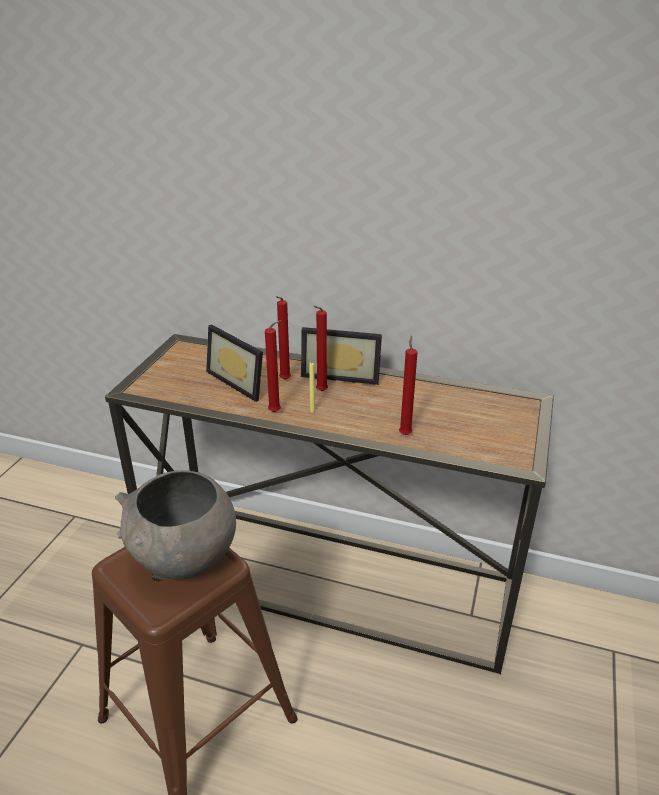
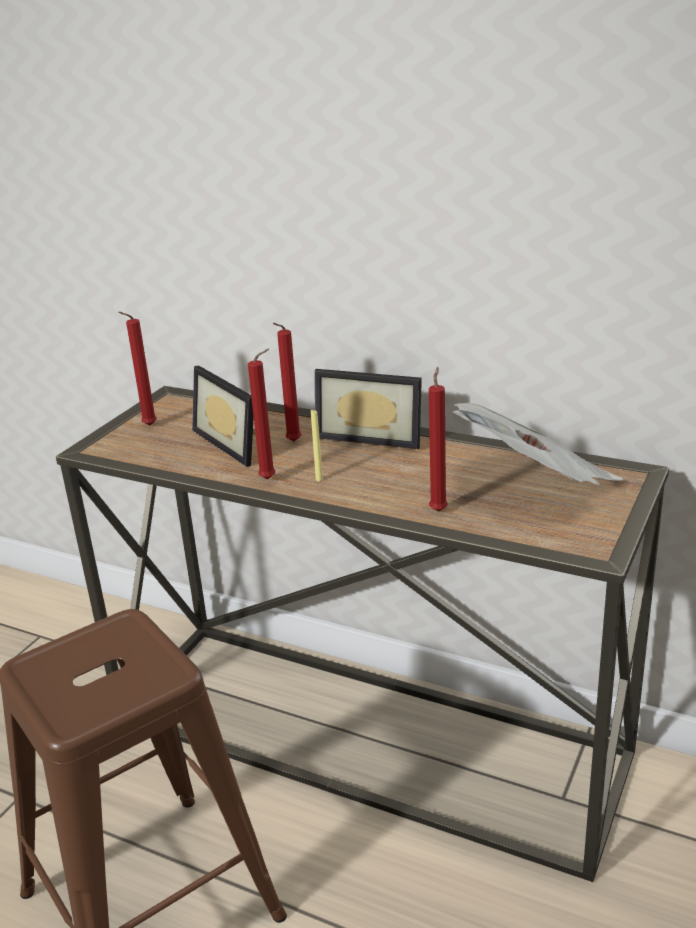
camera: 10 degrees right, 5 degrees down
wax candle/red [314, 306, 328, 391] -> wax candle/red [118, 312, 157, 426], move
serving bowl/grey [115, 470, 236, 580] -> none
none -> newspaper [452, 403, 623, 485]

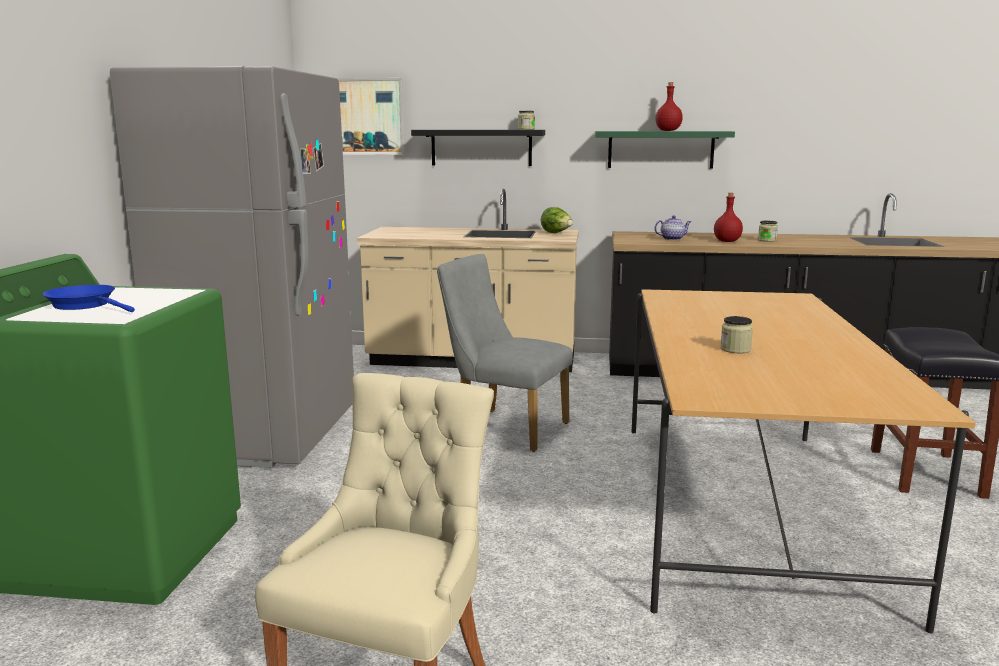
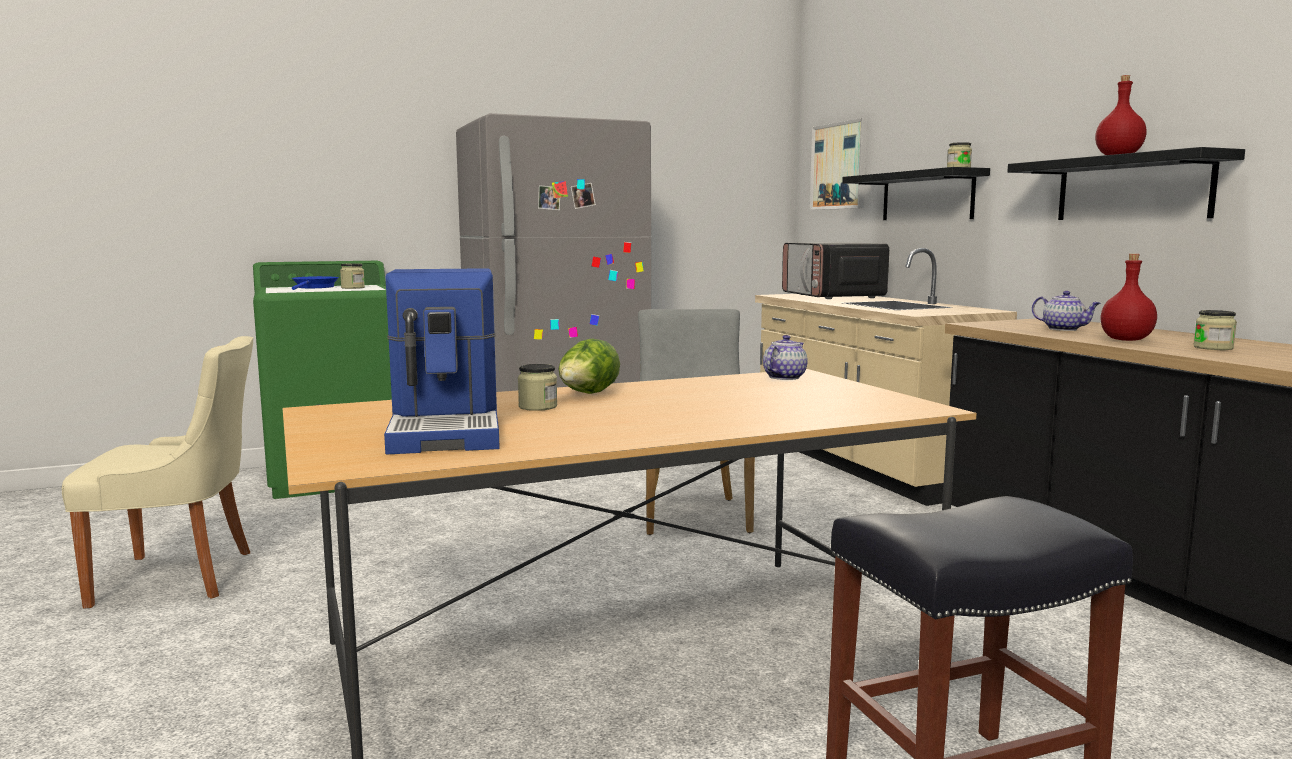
camera: 60 degrees right, 5 degrees down
shelf/greenish [595, 131, 735, 169] -> shelf/black-coloured [1007, 147, 1245, 220]
lettuce [541, 207, 573, 233] -> lettuce [558, 339, 620, 394], move
none -> microwave [782, 242, 889, 299]
none -> jar [340, 263, 365, 289]
none -> coffee maker [384, 268, 500, 454]
none -> teapot [763, 335, 808, 380]

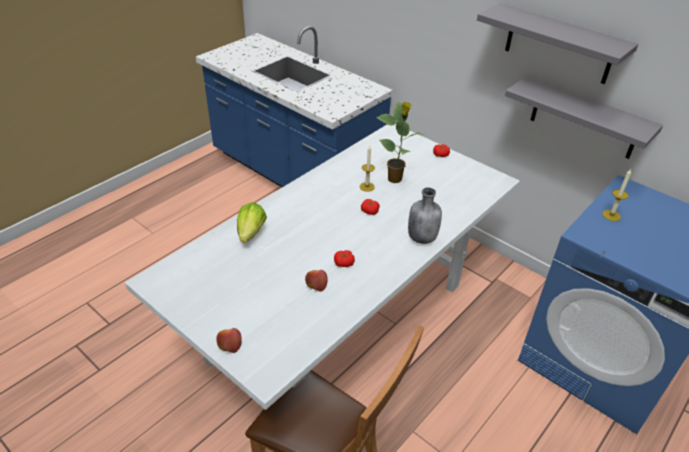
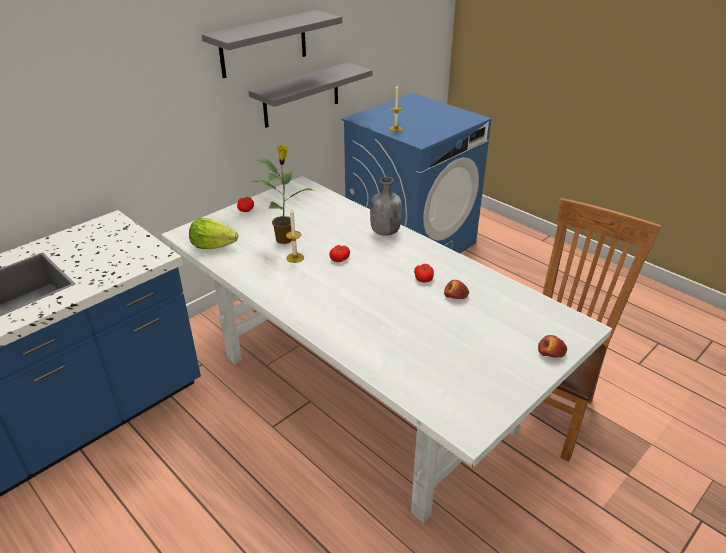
camera: 85 degrees left, 5 degrees down
lettuce [237, 202, 267, 243] -> lettuce [189, 218, 238, 249], move

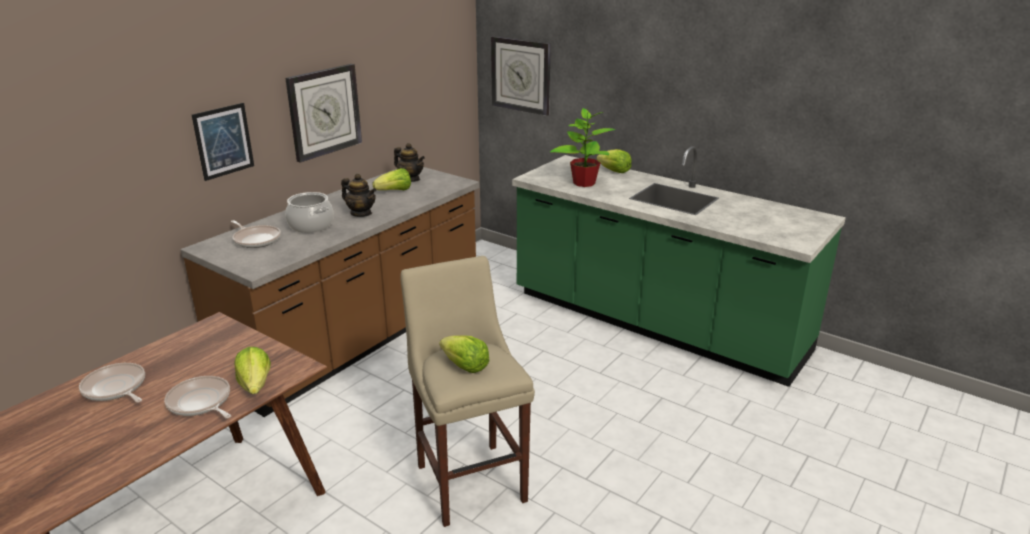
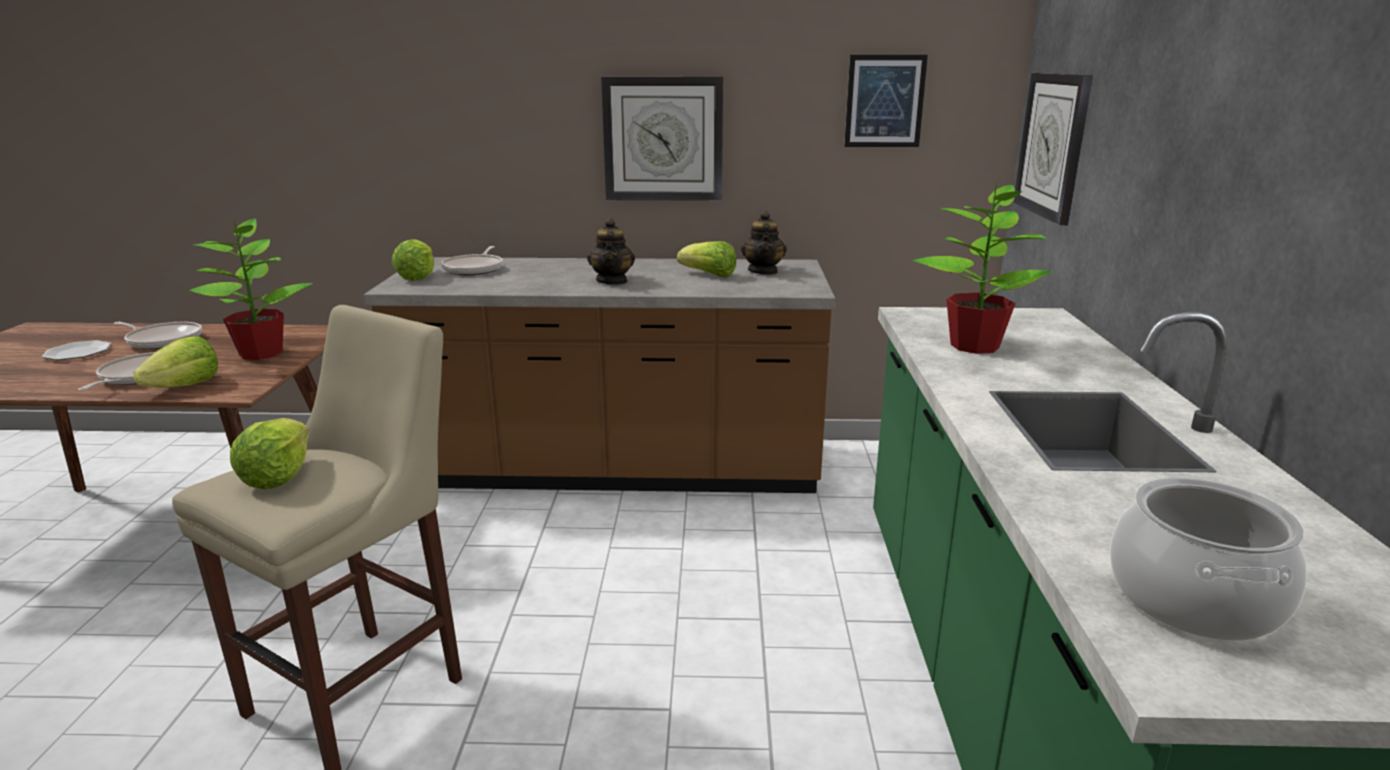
camera: 55 degrees right, 5 degrees down
picture [192, 103, 254, 181] -> picture [844, 55, 928, 147], move
lettuce [597, 149, 632, 173] -> lettuce [392, 239, 434, 281], move
saucepot [285, 192, 334, 233] -> saucepot [1110, 476, 1307, 641], move
pan [79, 363, 145, 403] -> pan [114, 322, 202, 349], 105 degrees clockwise
none -> plant in a pot [189, 214, 313, 360]
none -> dinner plate [42, 340, 111, 360]

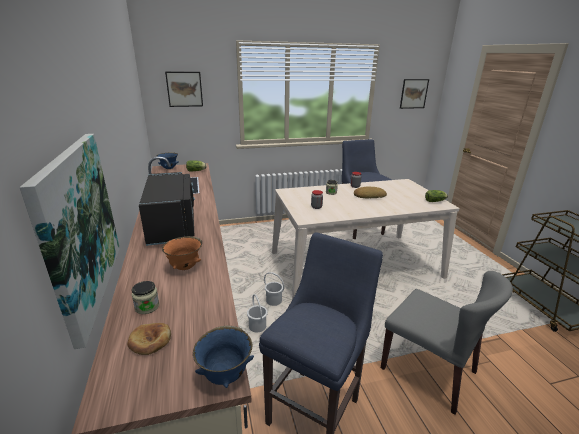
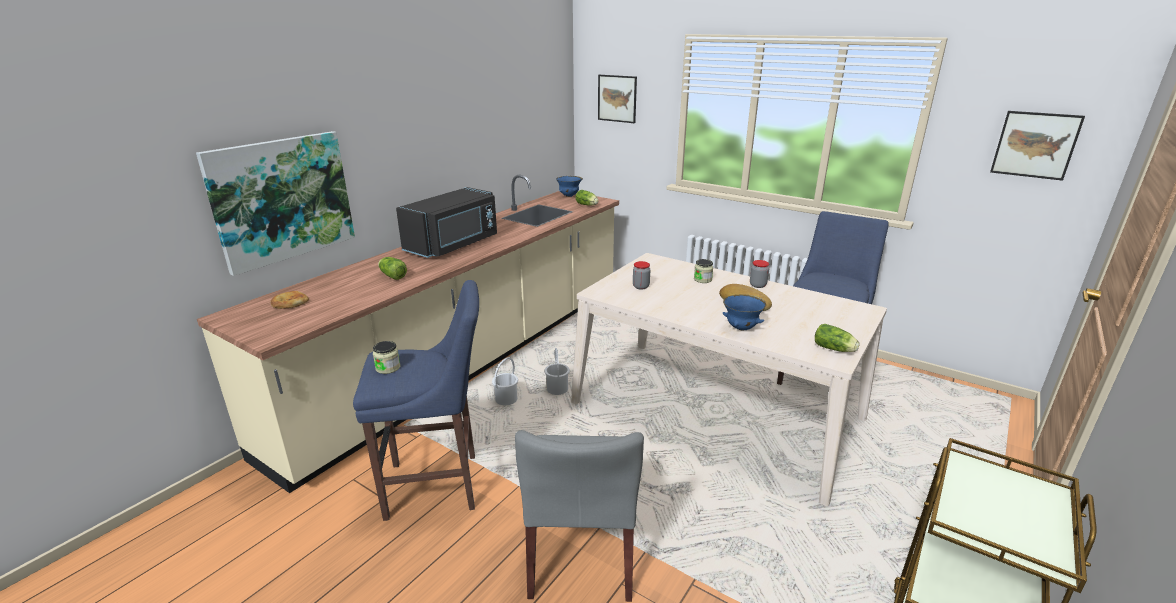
camera: 50 degrees right, 0 degrees up
serving bowl/orangey [162, 236, 202, 270] -> lettuce [378, 257, 407, 280]
jar [132, 281, 159, 314] -> jar [373, 341, 400, 374], move
serving bowl/blue [193, 326, 254, 388] -> serving bowl/blue [723, 294, 766, 330], move

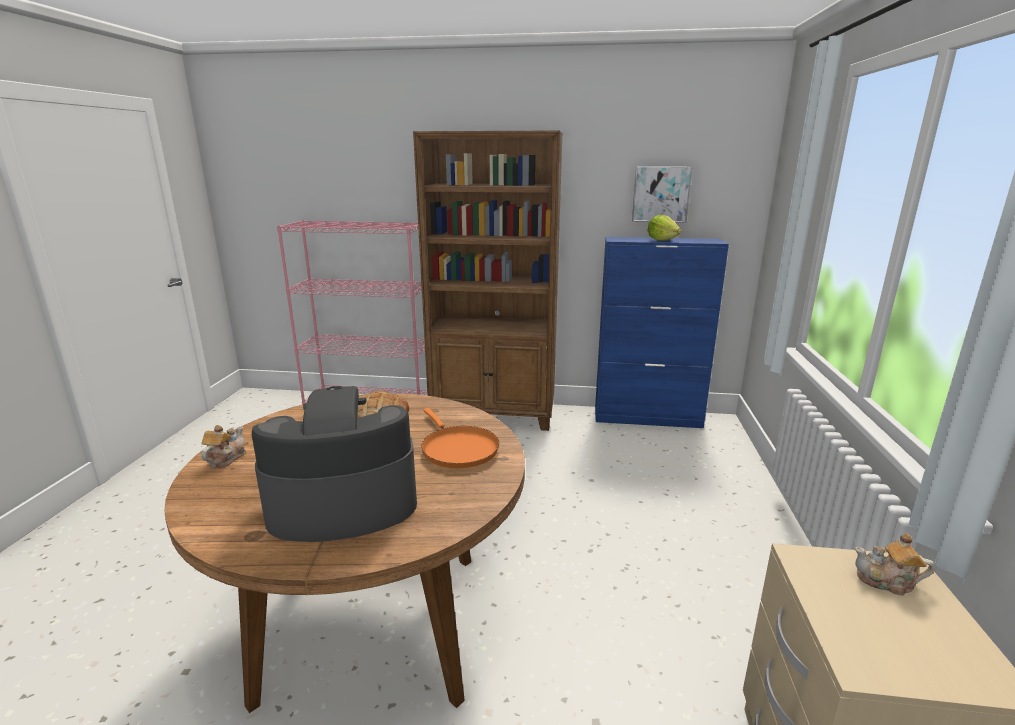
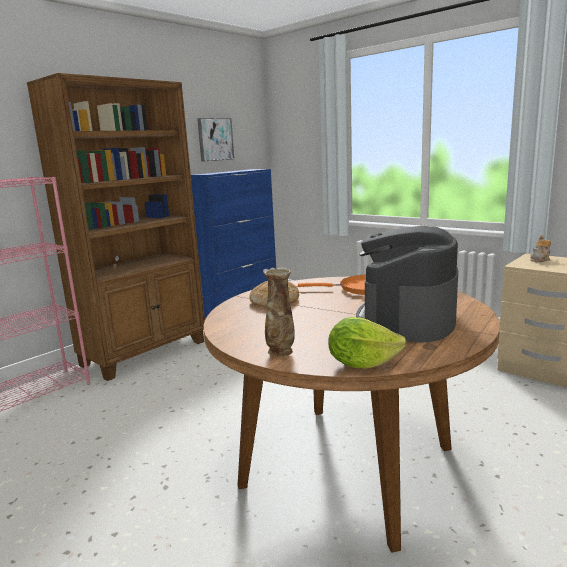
camera: 55 degrees left, 5 degrees down
lettuce [647, 215, 681, 241] -> lettuce [328, 317, 407, 369], move
teapot [201, 425, 246, 468] -> vase [263, 267, 295, 357]

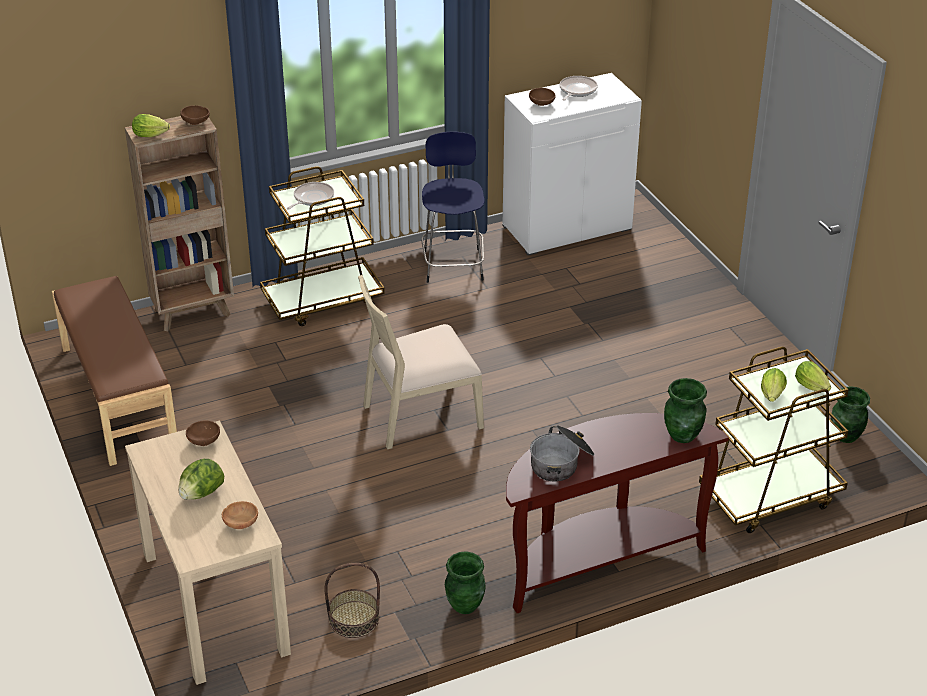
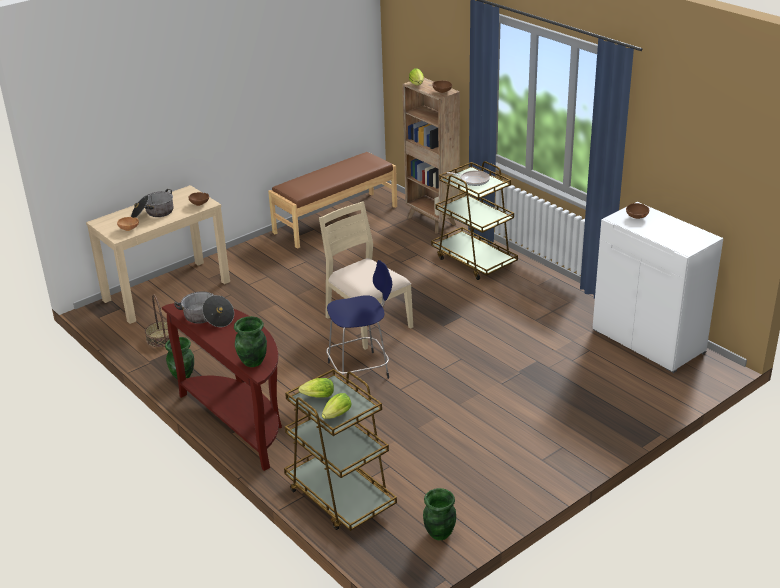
camera: 75 degrees right, 5 degrees down
pan [559, 76, 598, 101] -> none
sitting stool/blue [421, 132, 485, 283] -> sitting stool/blue [326, 260, 392, 381], move
lettuce [178, 459, 224, 500] -> saucepot [131, 189, 174, 218]

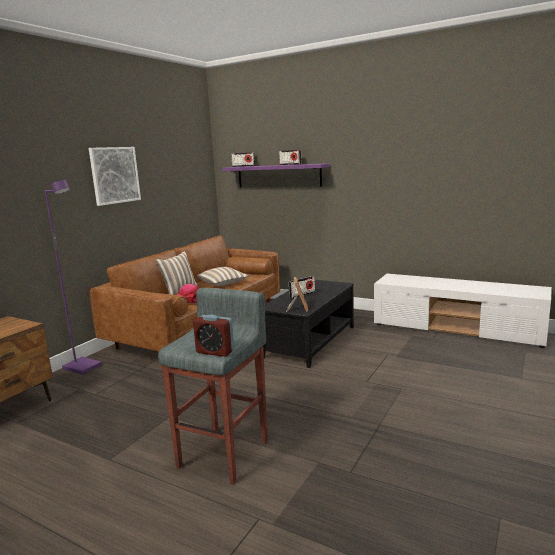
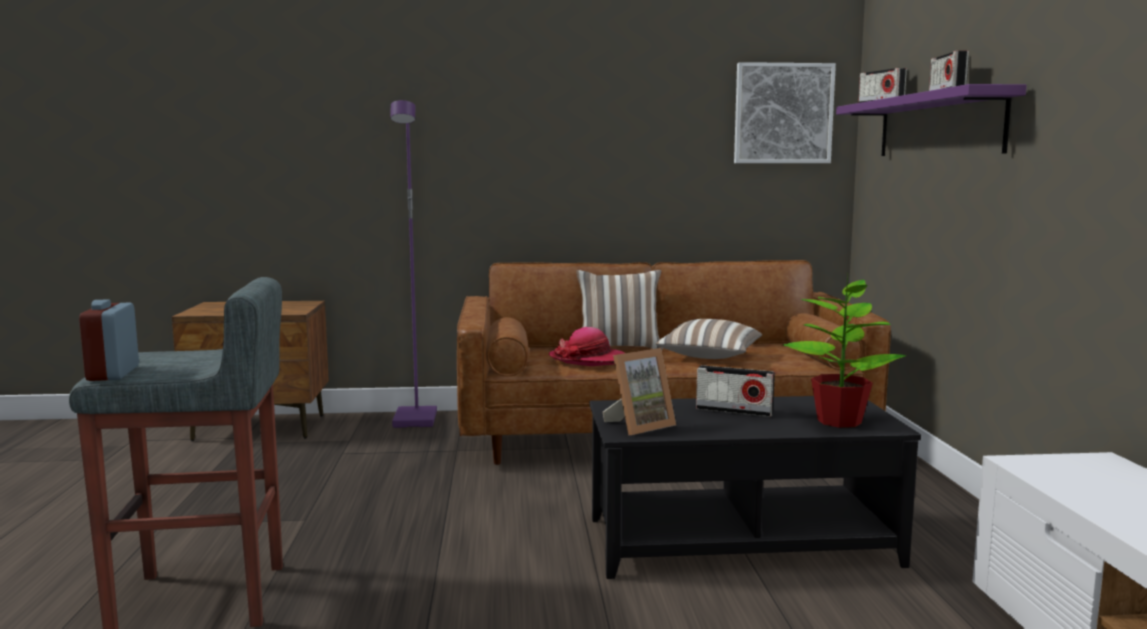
camera: 55 degrees right, 5 degrees down
picture [89, 147, 141, 206] -> picture [734, 62, 836, 163], move
none -> plant in a pot [783, 273, 906, 428]

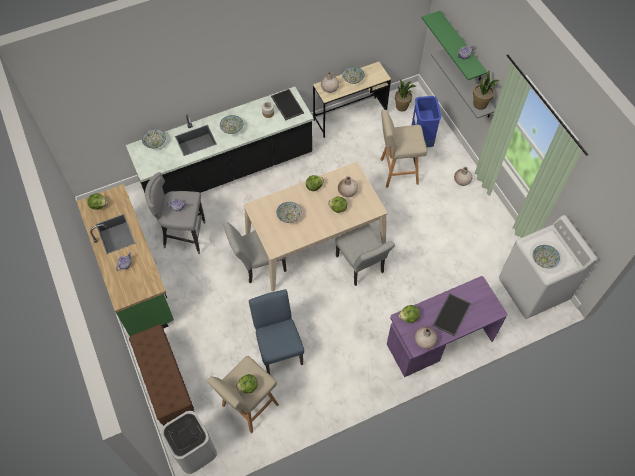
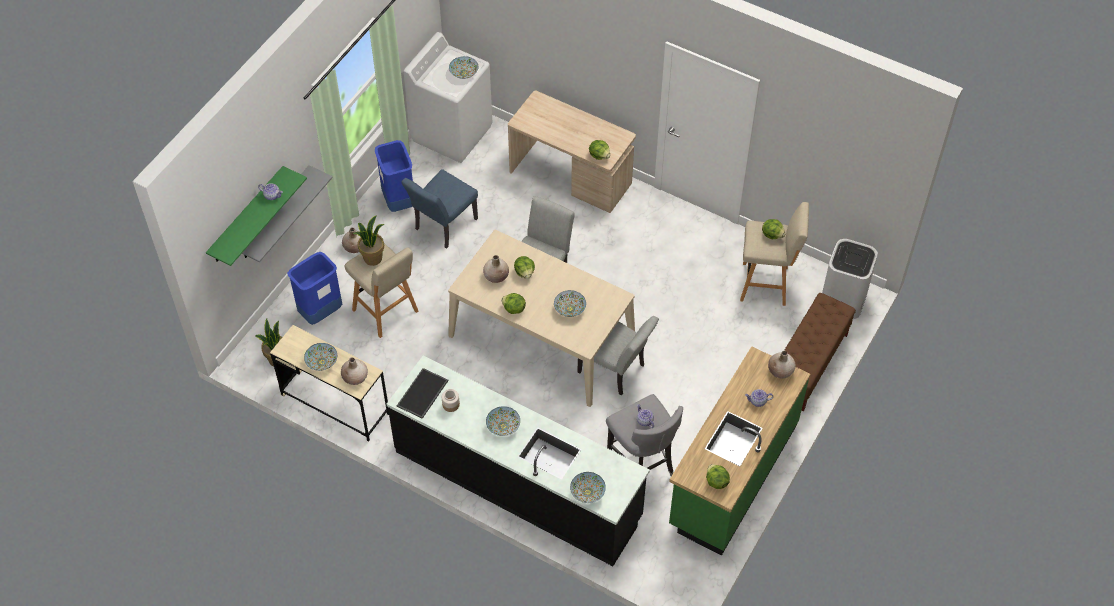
camera: 125 degrees left, 5 degrees down
plant in a pot [473, 70, 500, 110] -> plant in a pot [353, 215, 385, 266], move
desk unit/purple [387, 276, 508, 377] -> desk unit/sand-coloured [508, 90, 636, 213]
upright chair/blue [249, 289, 304, 374] -> upright chair/blue [401, 169, 478, 248], move
carrying tray [432, 293, 471, 336] -> none
vase/sand-coloured [415, 327, 437, 349] -> vase/sand-coloured [768, 351, 796, 378], move
none -> trash can/blue [375, 140, 413, 212]

